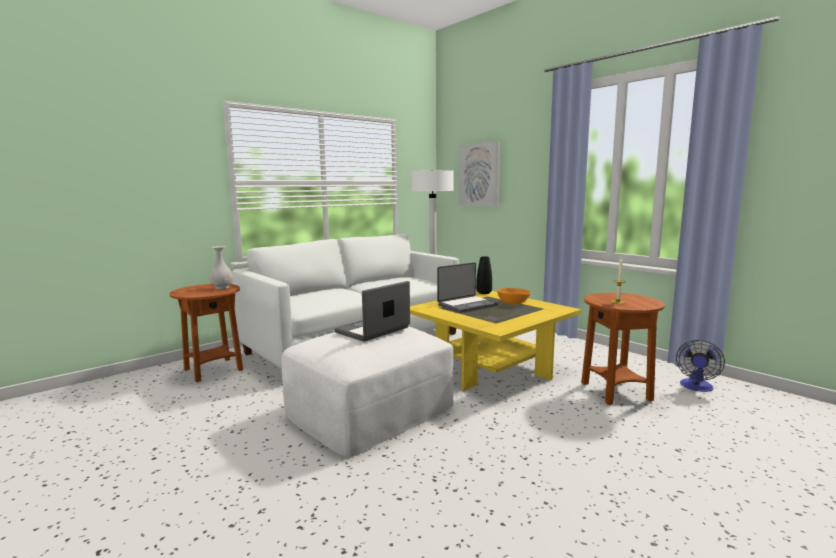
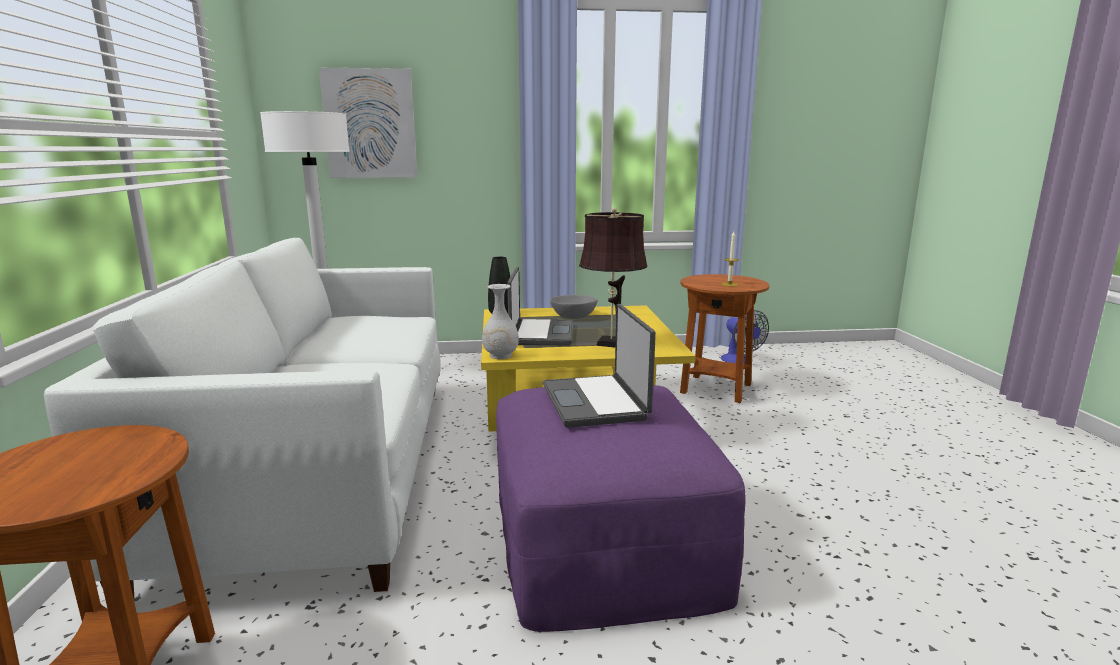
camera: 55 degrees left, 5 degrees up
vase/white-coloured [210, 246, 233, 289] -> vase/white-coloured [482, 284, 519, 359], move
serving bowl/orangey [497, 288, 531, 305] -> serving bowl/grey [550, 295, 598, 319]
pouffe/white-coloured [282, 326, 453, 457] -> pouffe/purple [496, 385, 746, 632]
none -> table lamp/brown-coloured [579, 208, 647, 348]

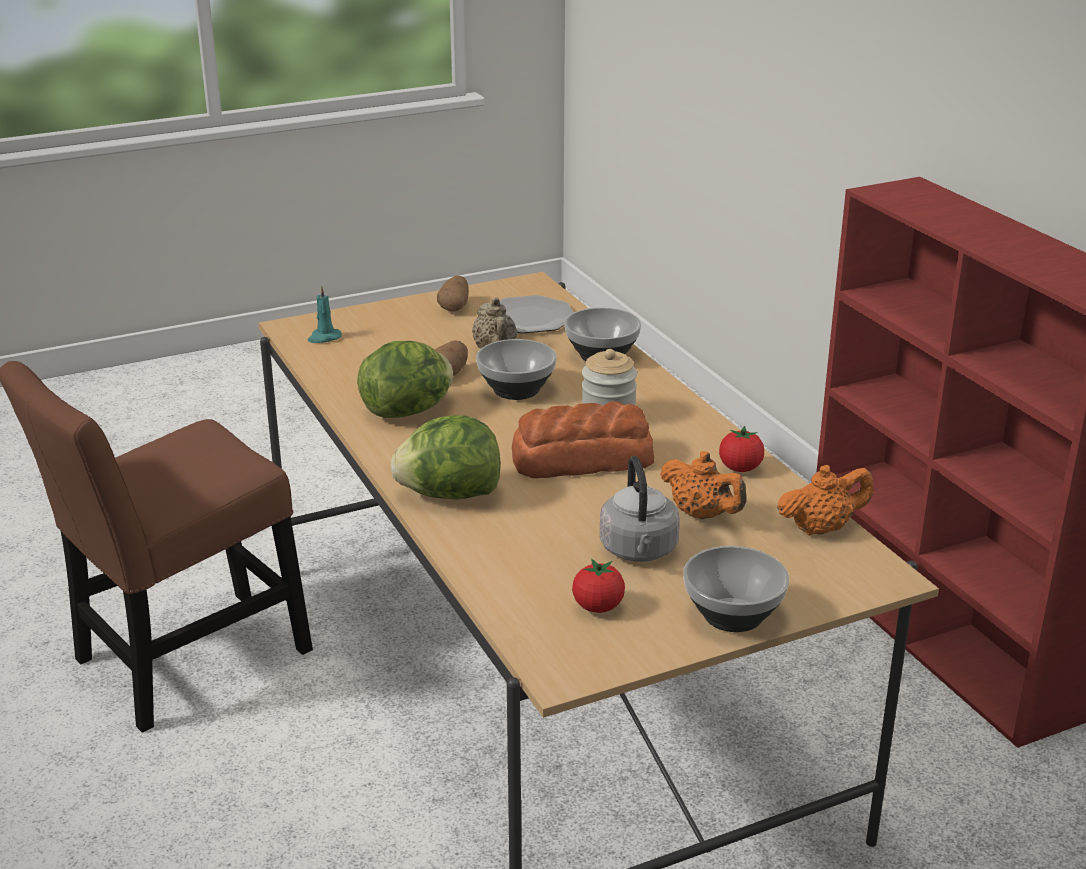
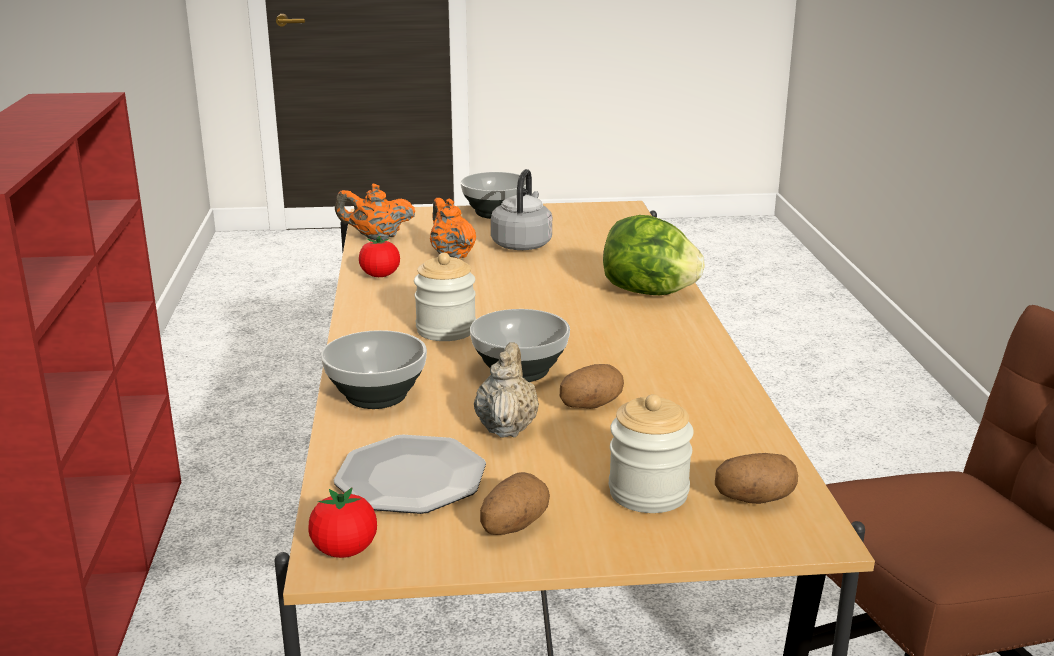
camera: 160 degrees left, 5 degrees down
wax candle/blue-green [308, 285, 342, 343] -> whole potato [715, 453, 798, 504]
lettuce [357, 341, 453, 418] -> none
baked bread [512, 401, 654, 478] -> none
whole tomato [572, 559, 625, 613] -> whole tomato [309, 487, 377, 558], move
none -> jar [609, 394, 694, 513]

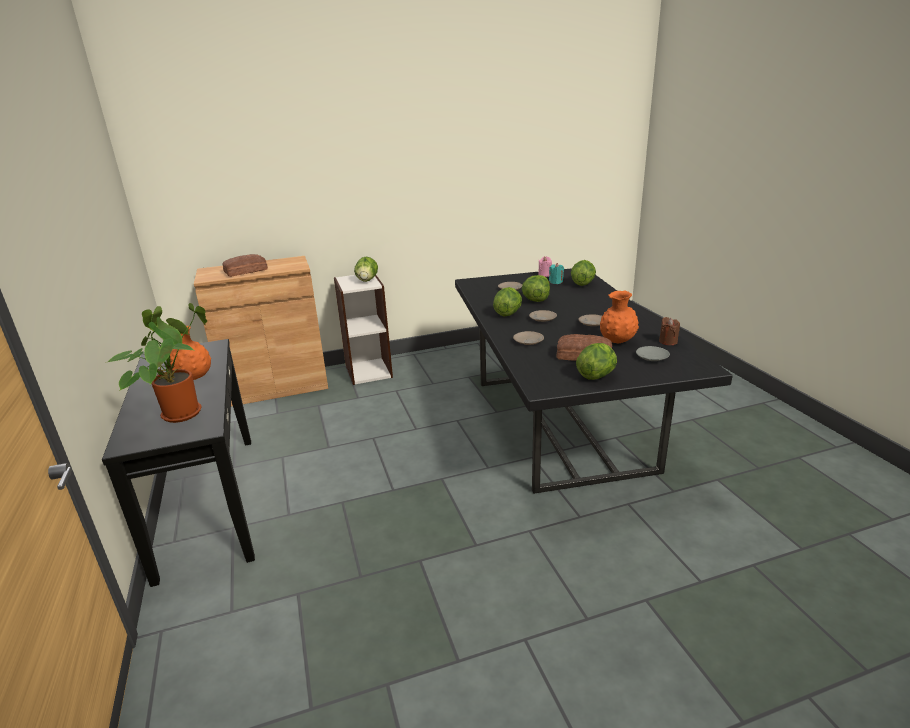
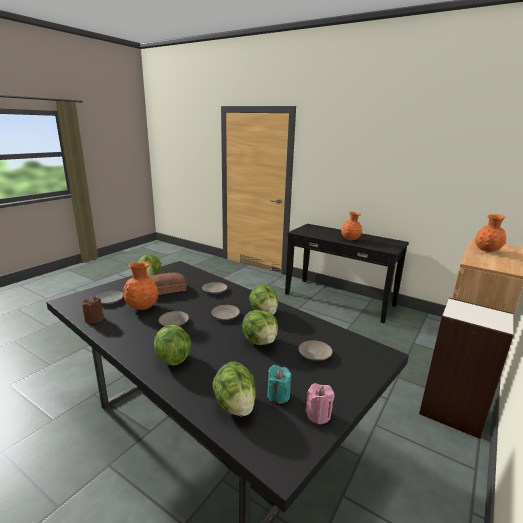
camera: 140 degrees right, 5 degrees down
baked bread [222, 254, 268, 277] -> vase/orangey [475, 214, 507, 252]
lettuce [354, 257, 378, 282] -> lettuce [154, 325, 191, 366], move
plant in a pot [108, 303, 207, 423] -> none

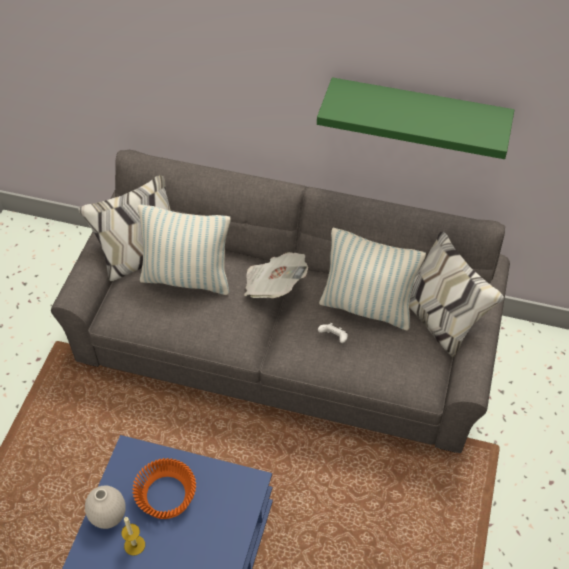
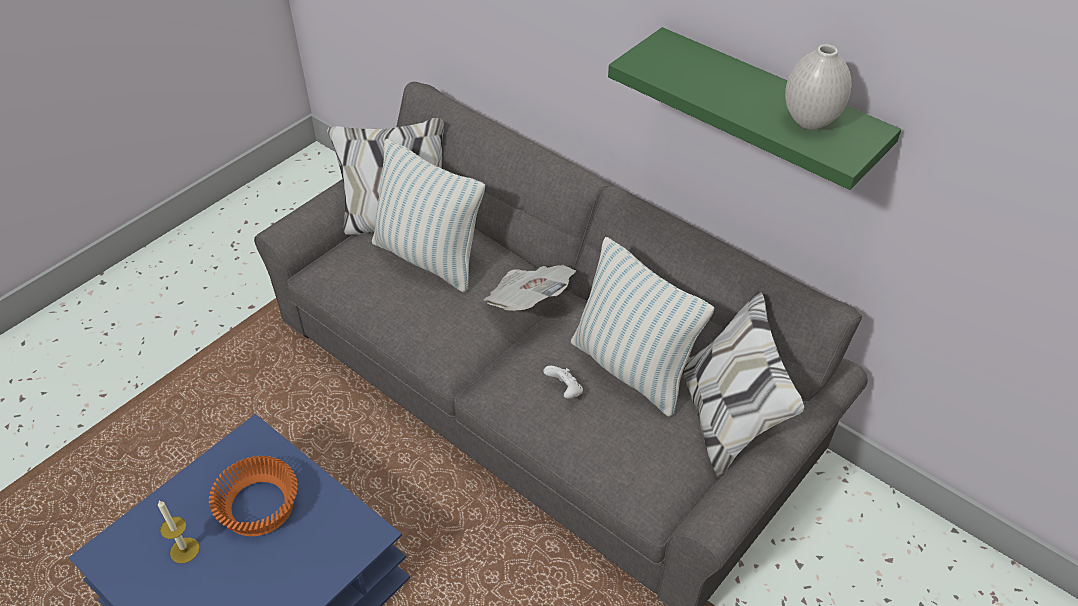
camera: 25 degrees right, 5 degrees down
vase/white-coloured [85, 485, 126, 529] -> vase/white-coloured [785, 44, 851, 130], move

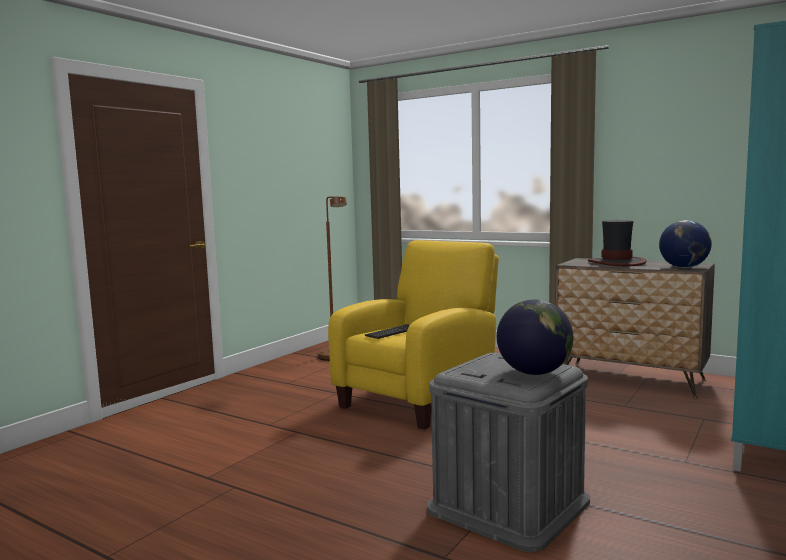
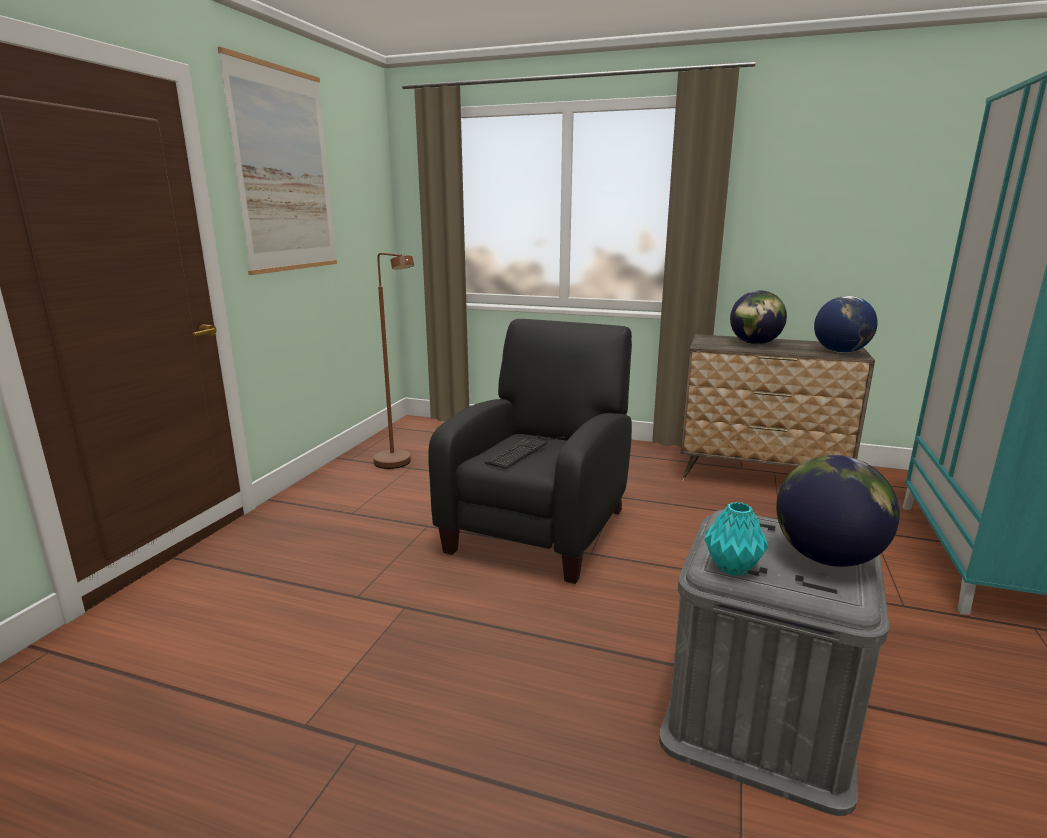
camera: 15 degrees left, 10 degrees up
clothing hat [588, 220, 646, 266] -> desk globe [730, 290, 787, 344]
lounge chair/yellow [328, 240, 499, 430] -> lounge chair/black-coloured [428, 319, 632, 584]
none -> picture [218, 47, 337, 275]
none -> vase/blue-green [704, 502, 768, 576]

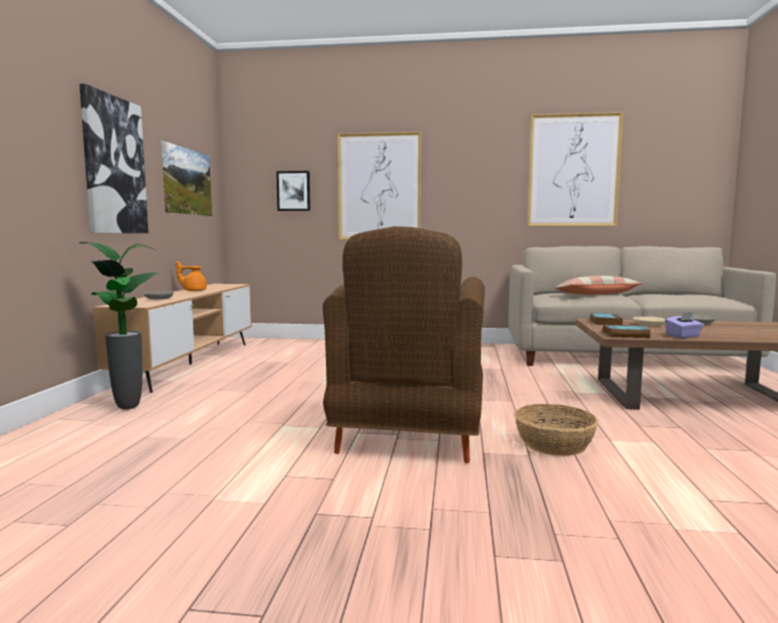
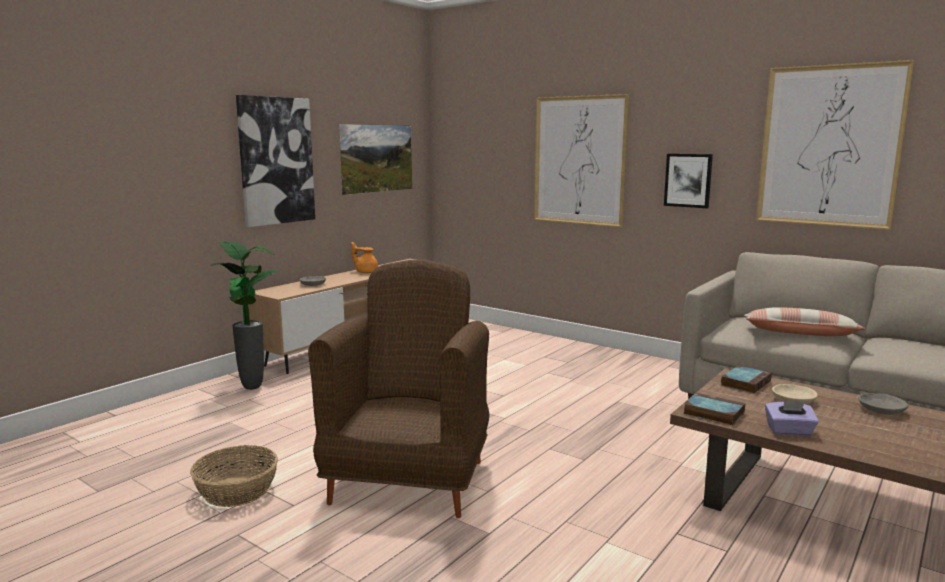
camera: 30 degrees right, 5 degrees up
picture [276, 171, 310, 211] -> picture [664, 154, 713, 208], move
lounge chair/brown-coloured [323, 226, 485, 463] -> lounge chair/brown-coloured [308, 259, 490, 518], 150 degrees clockwise
basket [514, 404, 599, 456] -> basket [190, 445, 278, 507], move

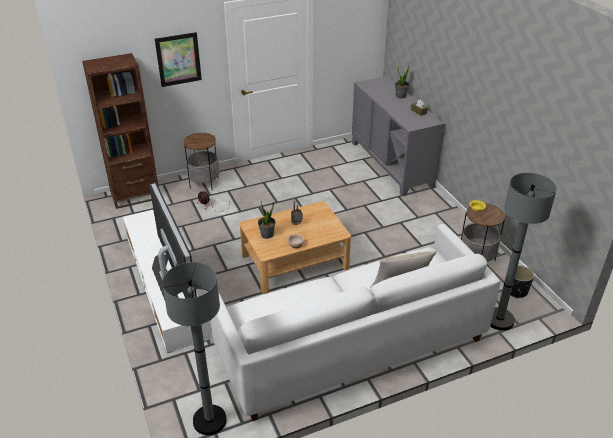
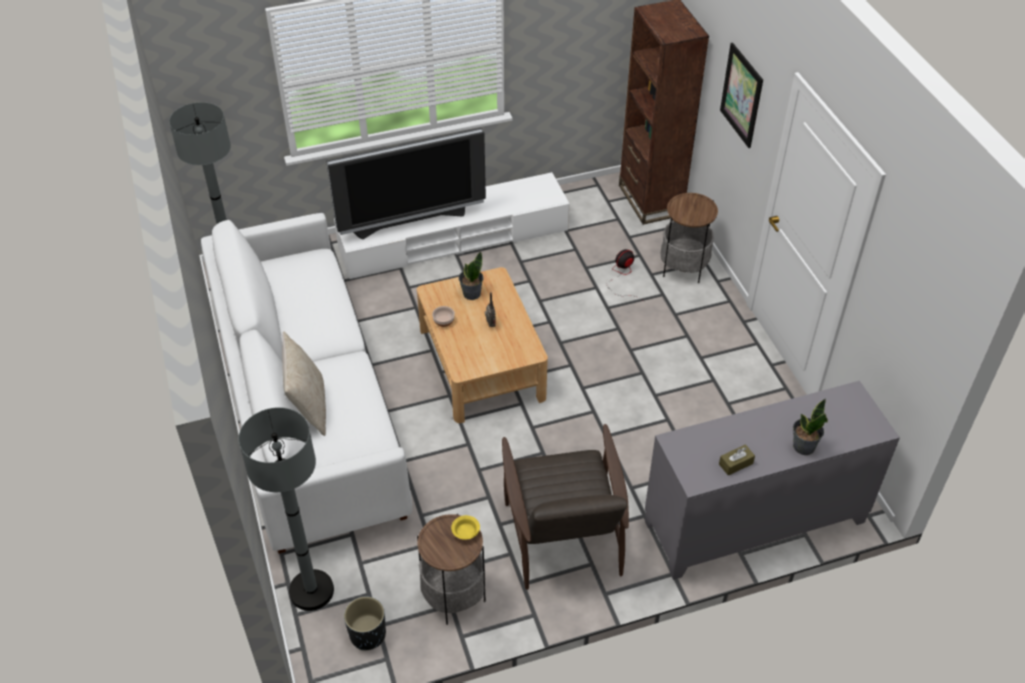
camera: 95 degrees right, 10 degrees up
none -> lounge chair/brown-coloured [502, 424, 629, 590]

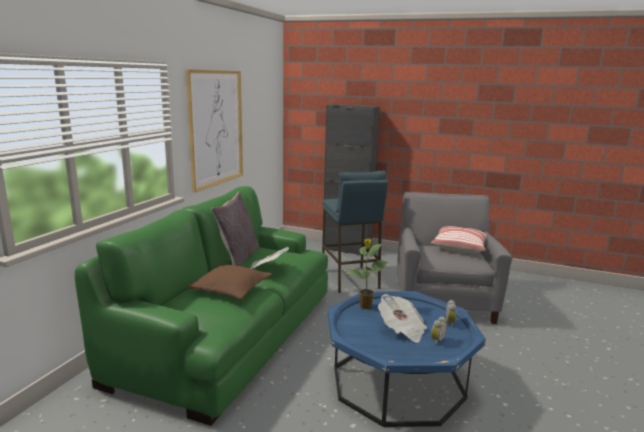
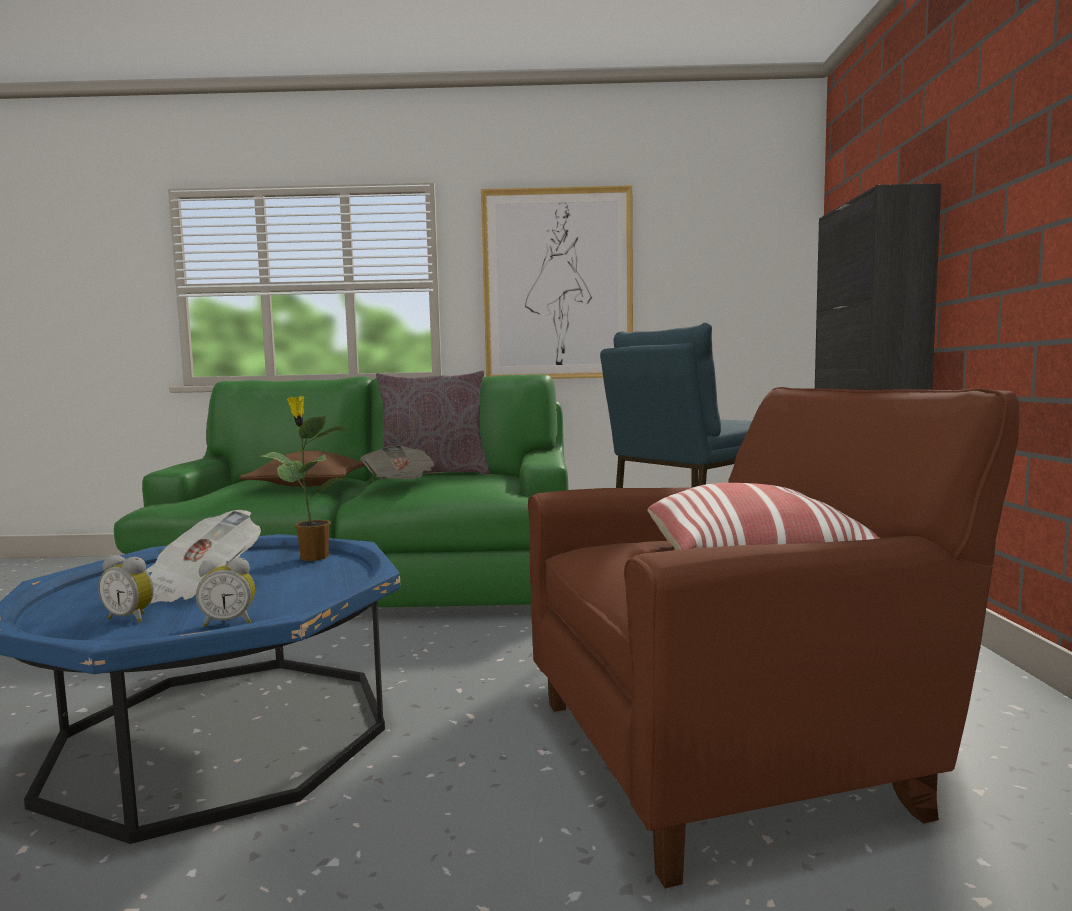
camera: 70 degrees right, 10 degrees down
lounge chair/grey [397, 192, 512, 324] -> lounge chair/brown-coloured [528, 387, 1019, 888]

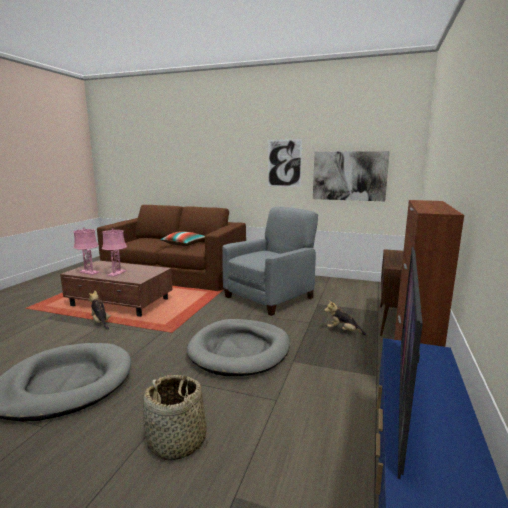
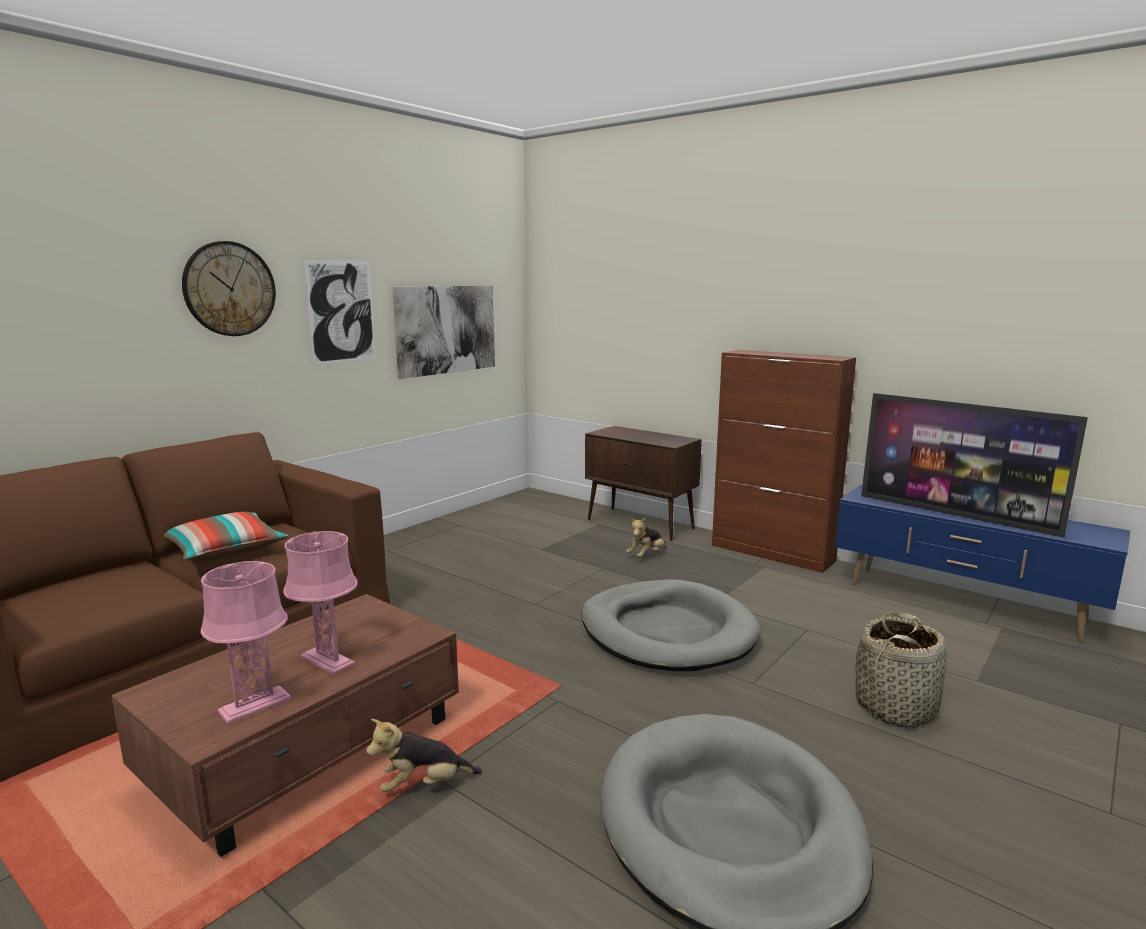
camera: 70 degrees left, 0 degrees up
lounge chair/grey [222, 207, 318, 316] -> none
none -> hanging clock [182, 241, 276, 336]

